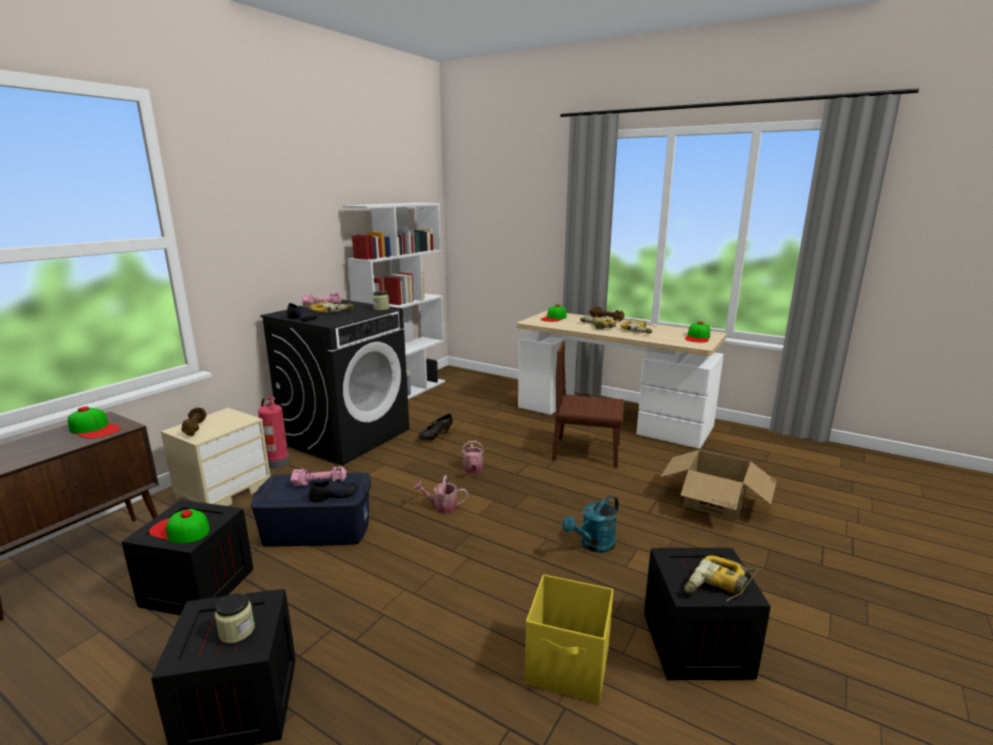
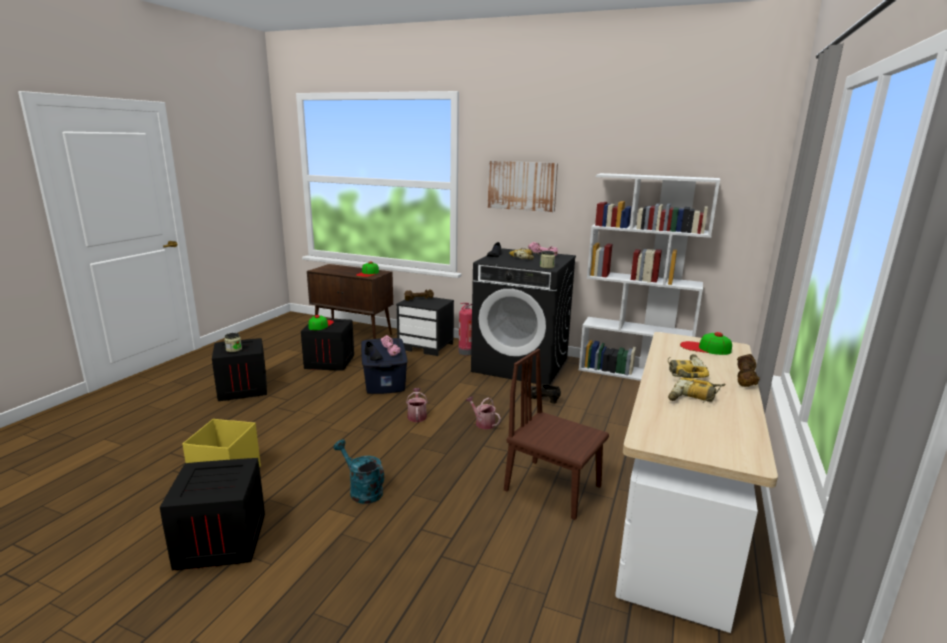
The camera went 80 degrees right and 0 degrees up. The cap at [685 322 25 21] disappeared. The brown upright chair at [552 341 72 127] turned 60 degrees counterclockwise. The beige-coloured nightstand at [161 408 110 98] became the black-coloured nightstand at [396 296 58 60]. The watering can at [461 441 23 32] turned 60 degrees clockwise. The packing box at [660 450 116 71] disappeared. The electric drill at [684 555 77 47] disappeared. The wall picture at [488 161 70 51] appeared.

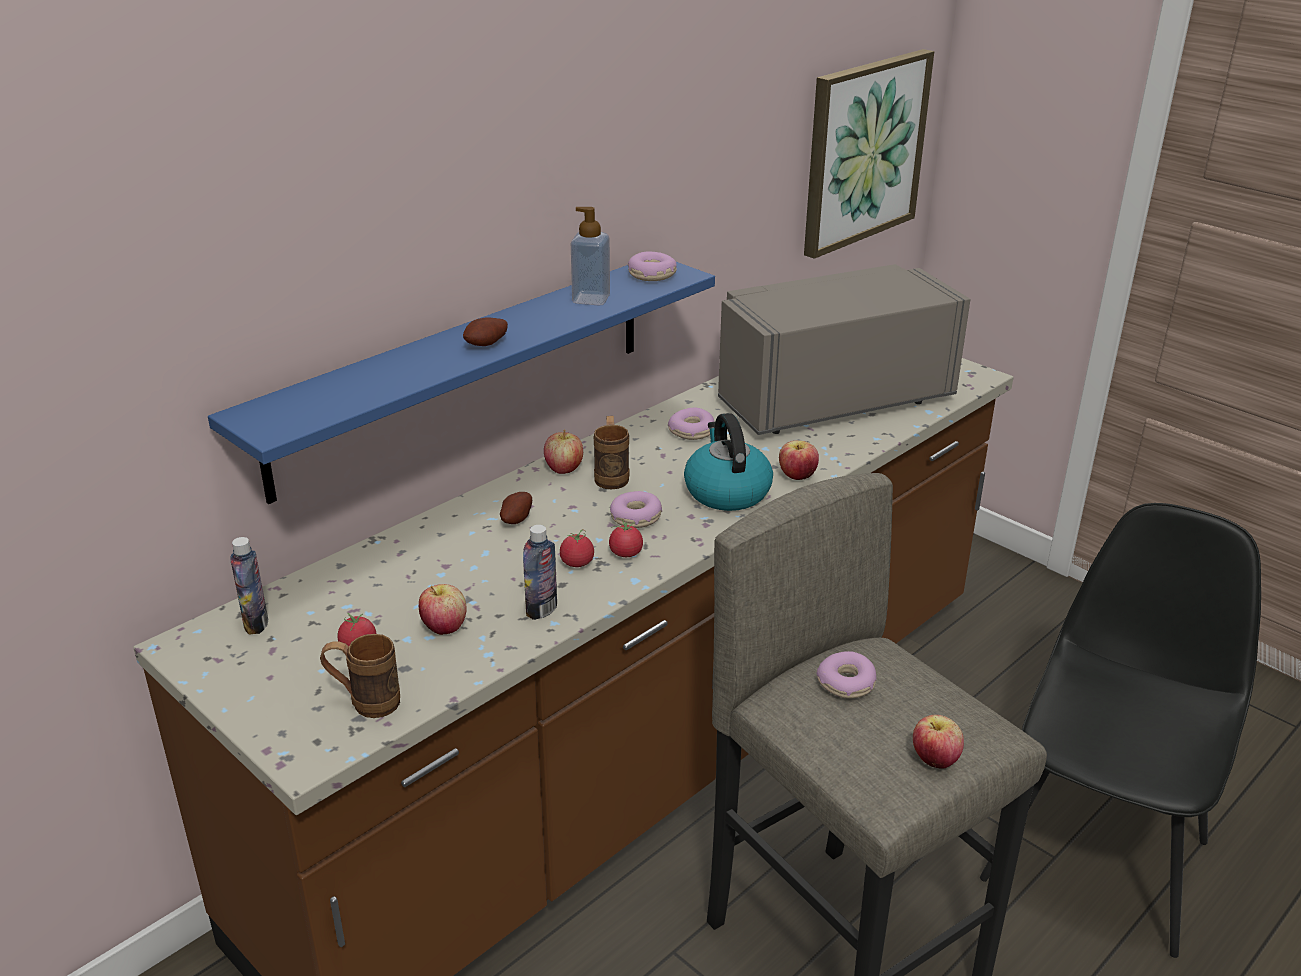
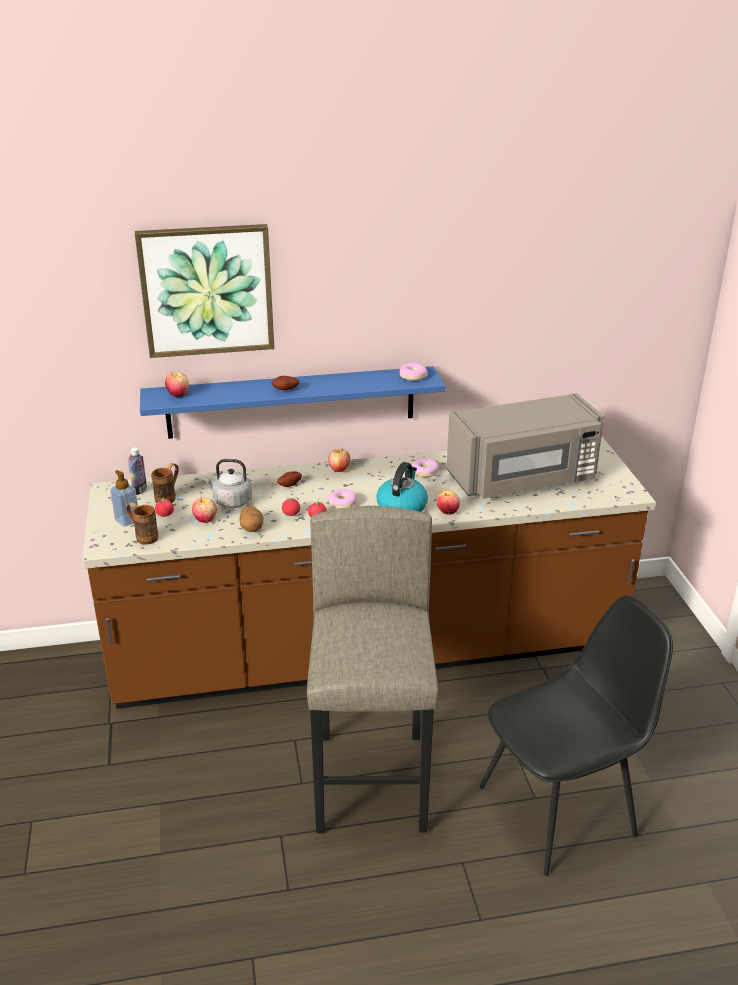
The camera went 35 degrees right and 0 degrees up. The wall picture moved from [804 49 130 210] to [135 224 139 134]. The soap bottle moved from [571 207 39 99] to [110 470 28 57]. The grey microwave oven at [718 264 252 171] turned 150 degrees clockwise. The brown tea mug moved from [594 416 35 73] to [151 463 27 40]. The beverage bottle at [523 525 34 95] was replaced by the spud at [239 506 24 26]. The ring doughnut at [817 651 59 47] disappeared. The apple moved from [913 715 51 54] to [165 372 24 25]. The grey tea kettle at [202 459 50 49] appeared.

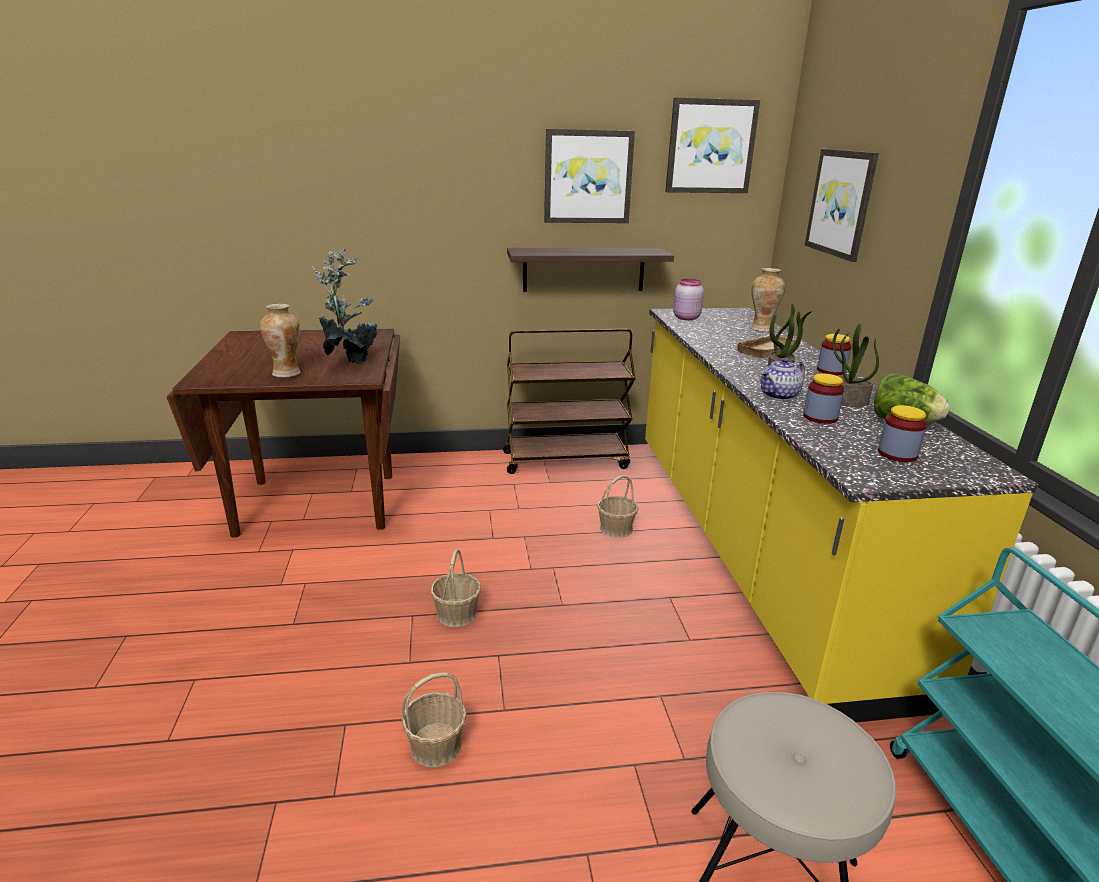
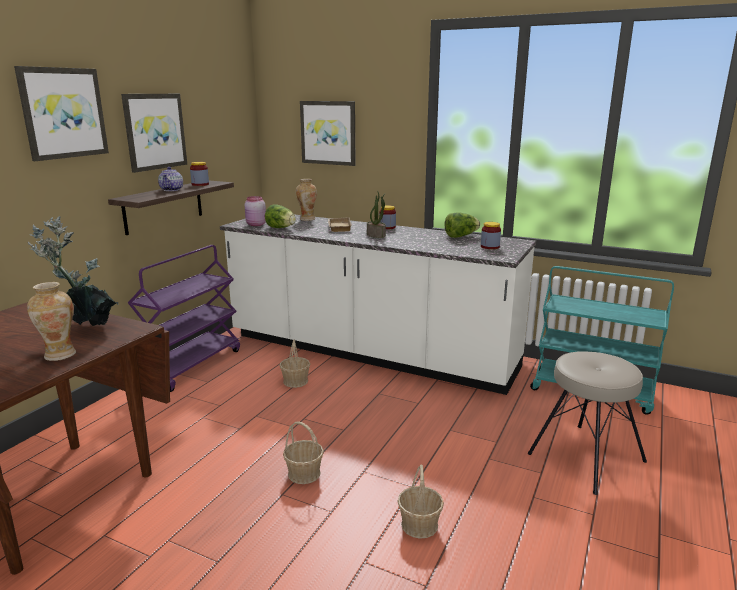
The camera went 55 degrees left and 5 degrees down. The wall picture moved from [665 97 95 96] to [14 66 95 95]. The yellow-coloured kitchen counter at [645 308 393 414] became the white-coloured kitchen counter at [220 215 316 180]. The potted plant at [832 324 47 82] disappeared. The brown trolley at [503 329 133 145] became the purple trolley at [128 245 112 147]. The pot for tea moved from [760 358 45 43] to [158 167 25 24]. The preserve jar moved from [803 373 41 51] to [190 162 19 24]. The lettuce head at [265 204 31 24] appeared.

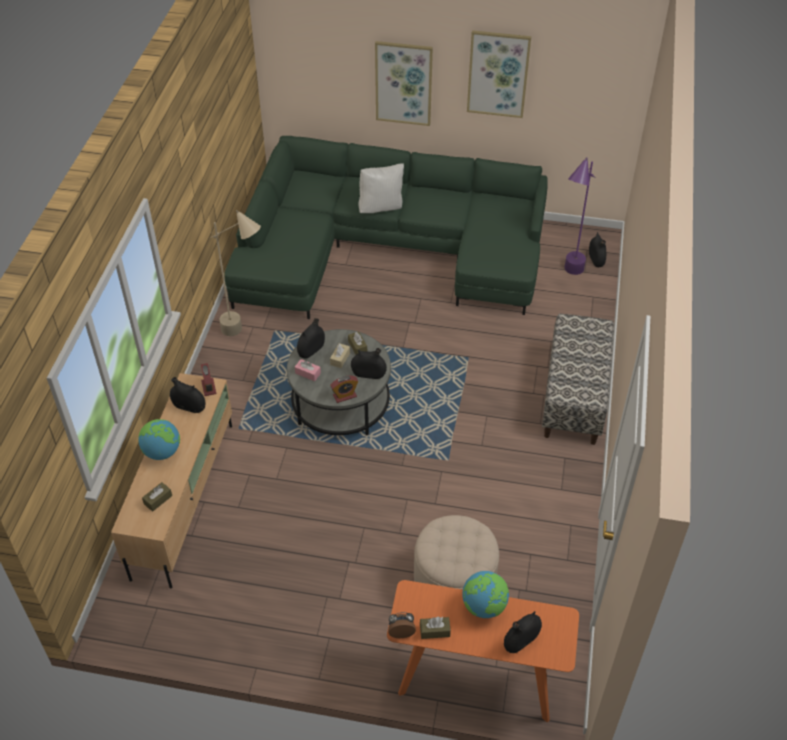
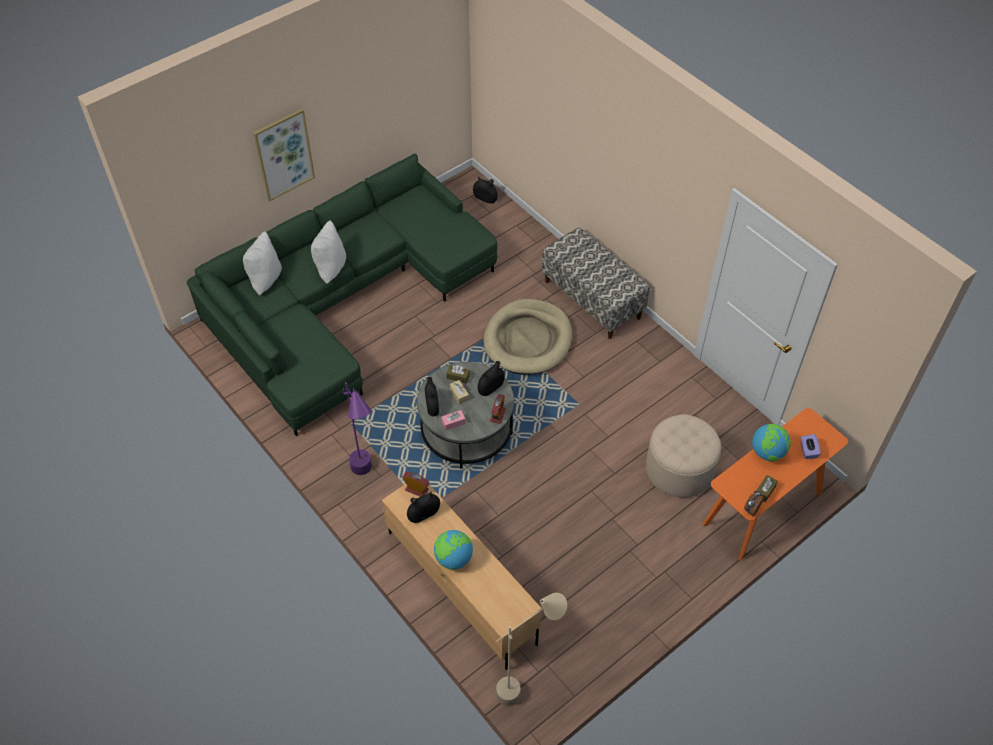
The camera went 50 degrees left and 5 degrees up. The wall picture at [467 30 64 88] disappeared. The purple standard lamp moved from [564 157 32 118] to [343 382 29 93]. The beige-coloured standard lamp moved from [210 210 51 126] to [496 593 71 113]. The brown tissue holder at [142 482 30 30] disappeared. The black-coloured flower vase at [504 611 38 42] was replaced by the purple tissue holder at [800 434 21 25]. The white-coloured throw pillow at [243 231 39 64] appeared. The beige-coloured pet bed at [484 299 88 76] appeared.

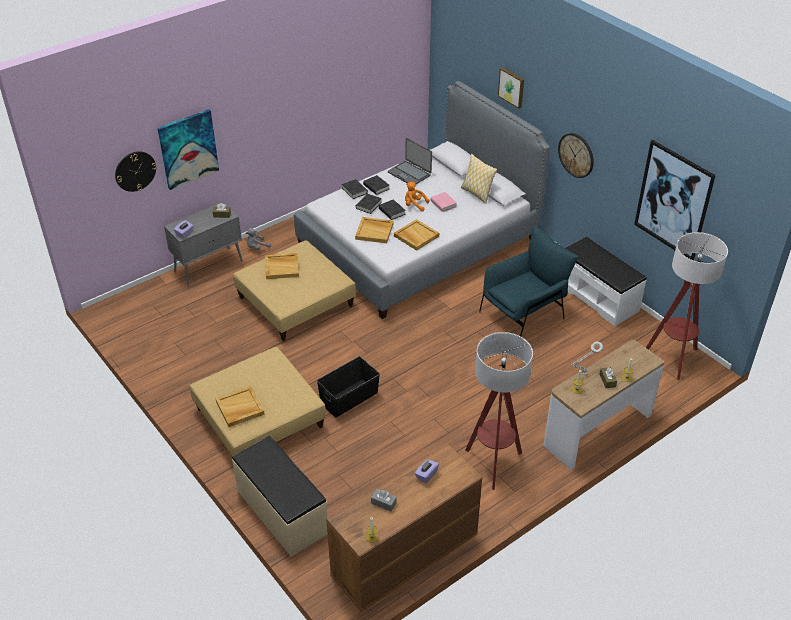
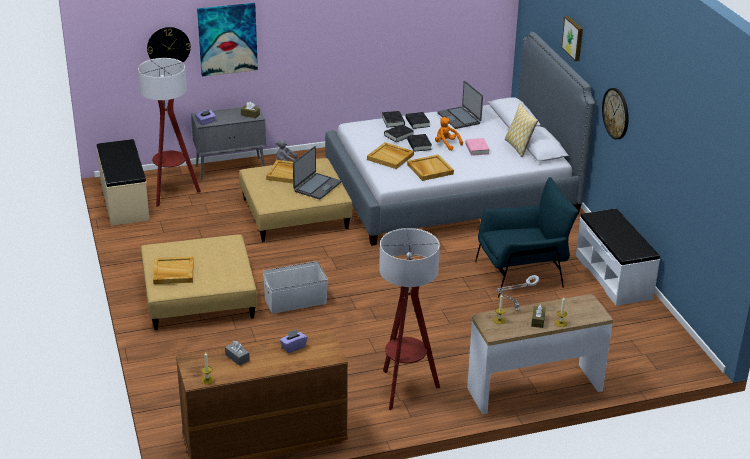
The camera went 20 degrees right and 10 degrees down. The wall picture at [634 140 82 120] disappeared. The standard lamp moved from [646 232 82 148] to [138 58 63 149]. The black-coloured storage box at [317 356 63 62] became the white-coloured storage box at [263 261 65 53]. The beige-coloured bench moved from [232 436 96 121] to [97 139 53 87]. The portable computer at [293 146 48 54] appeared.

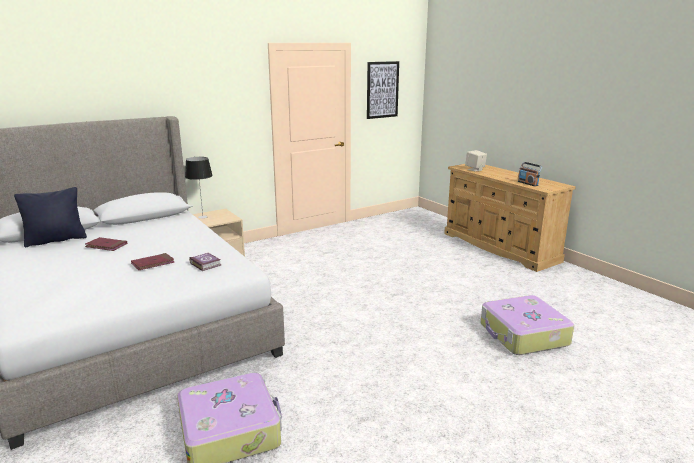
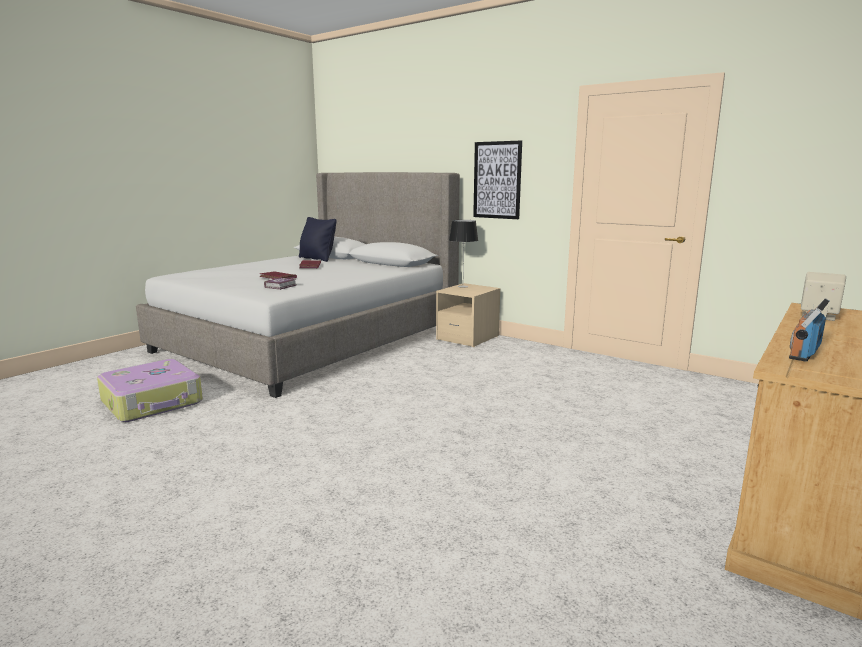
The camera went 70 degrees right and 5 degrees down. The wall picture moved from [367 61 32 58] to [473 140 49 79]. The piece of luggage at [480 295 94 60] disappeared.

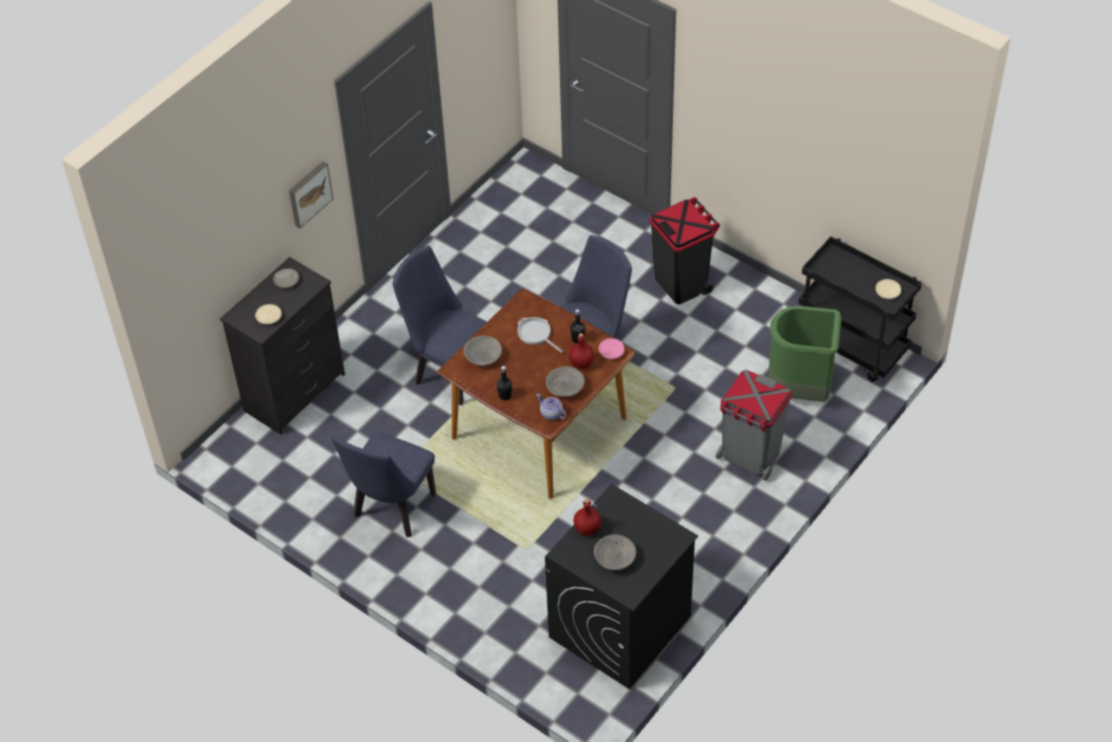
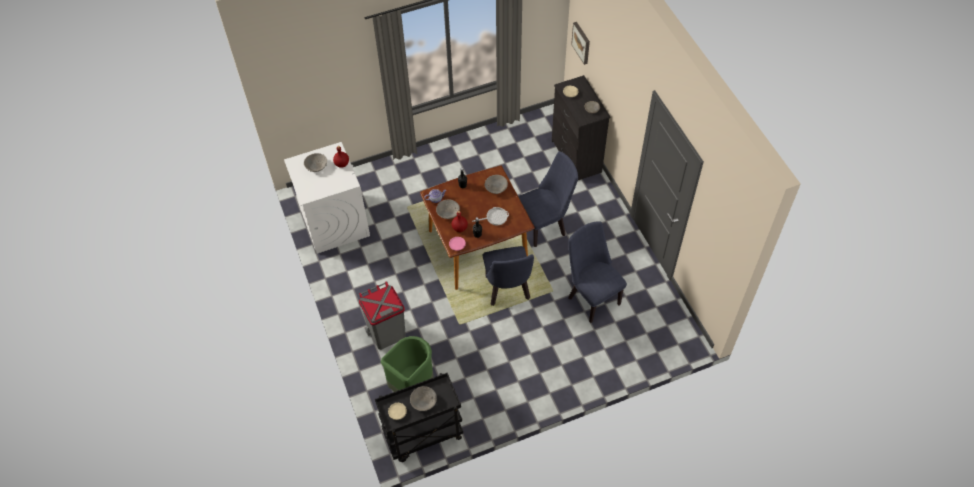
The camera went 120 degrees right and 5 degrees up. The wall picture moved from [289 161 44 67] to [571 22 19 43]. The black-coloured rubbish bin at [649 197 71 107] disappeared. The blue-coloured upright chair moved from [331 432 105 105] to [568 221 59 102]. The black-coloured washing machine at [545 484 153 205] became the white-coloured washing machine at [284 142 86 112]. The grey deep dish at [410 386 27 25] appeared.

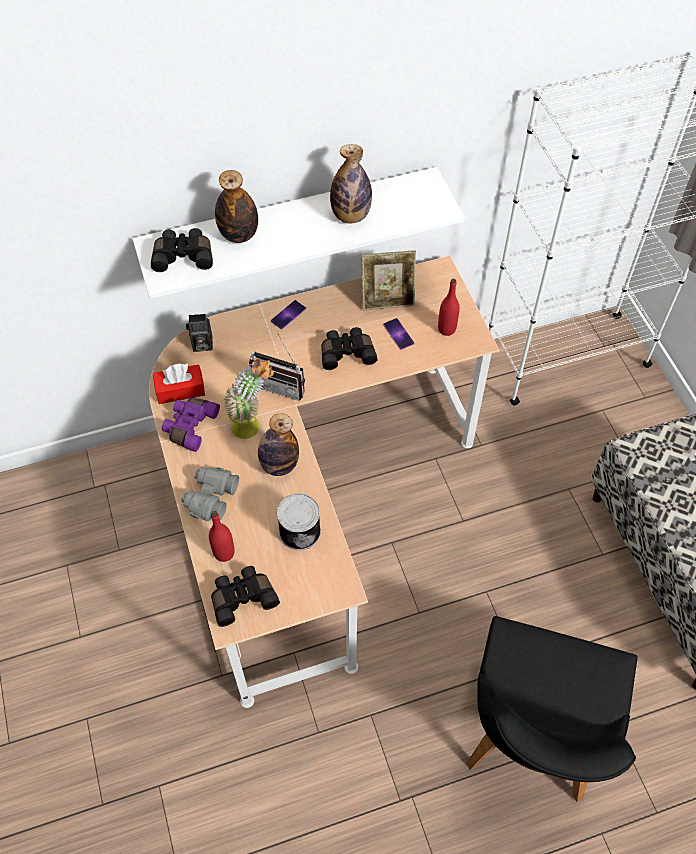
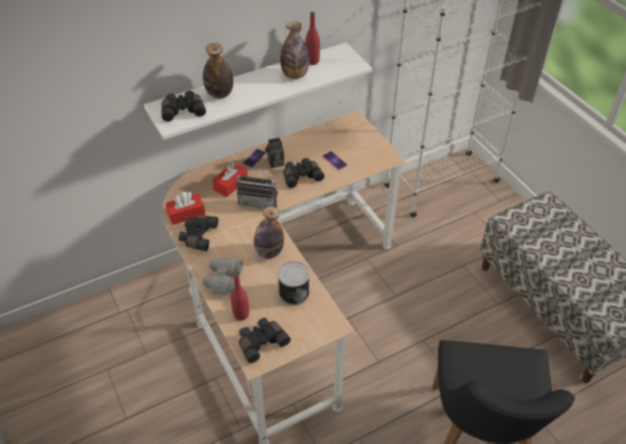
The camera went 10 degrees left and 10 degrees down. The standing frame at [362 250 54 61] disappeared. The reddish beverage bottle moved from [438 279 22 57] to [305 12 15 53]. The still camera moved from [186 314 27 38] to [265 138 19 30]. The potted plant at [223 359 51 80] disappeared. The purple pair of binoculars at [162 397 58 55] became the black-coloured pair of binoculars at [179 215 39 36]. The reddish tissue holder at [213 162 35 35] appeared.

